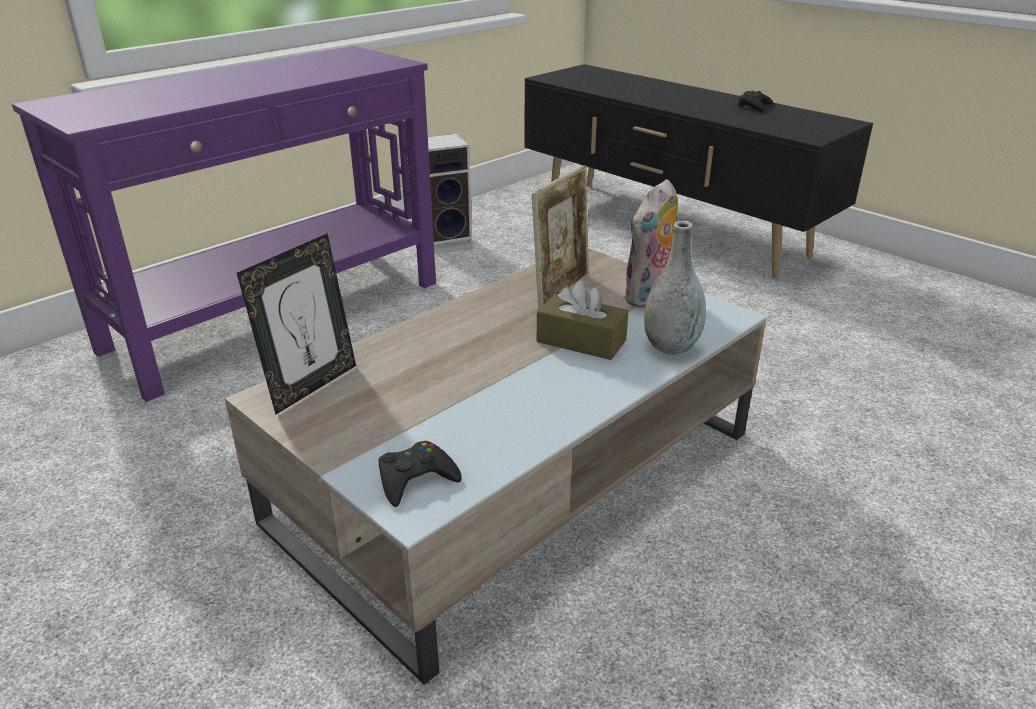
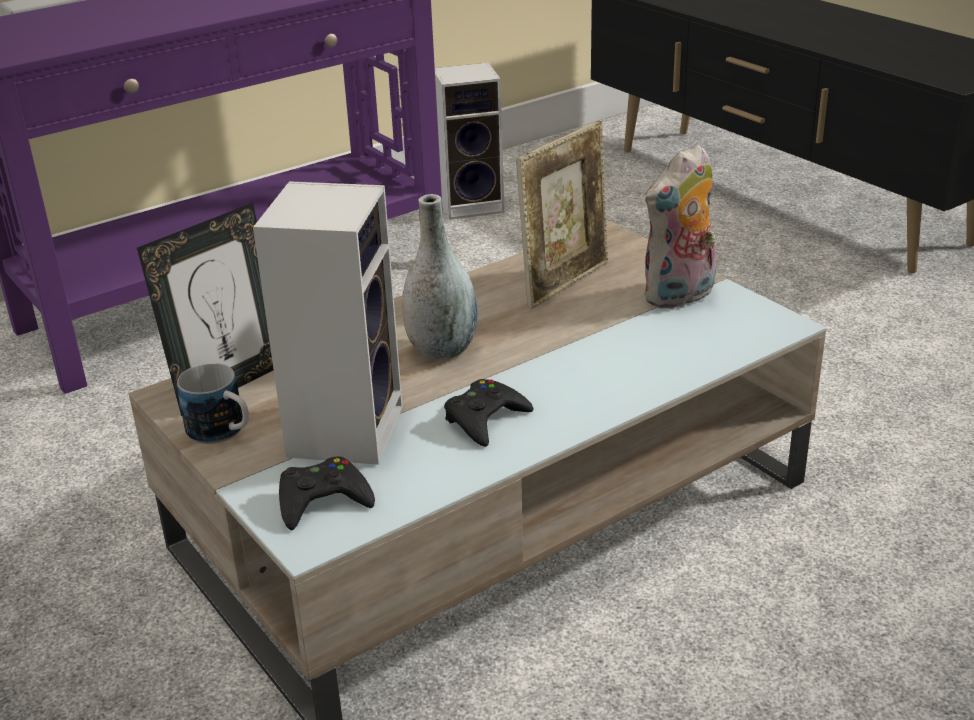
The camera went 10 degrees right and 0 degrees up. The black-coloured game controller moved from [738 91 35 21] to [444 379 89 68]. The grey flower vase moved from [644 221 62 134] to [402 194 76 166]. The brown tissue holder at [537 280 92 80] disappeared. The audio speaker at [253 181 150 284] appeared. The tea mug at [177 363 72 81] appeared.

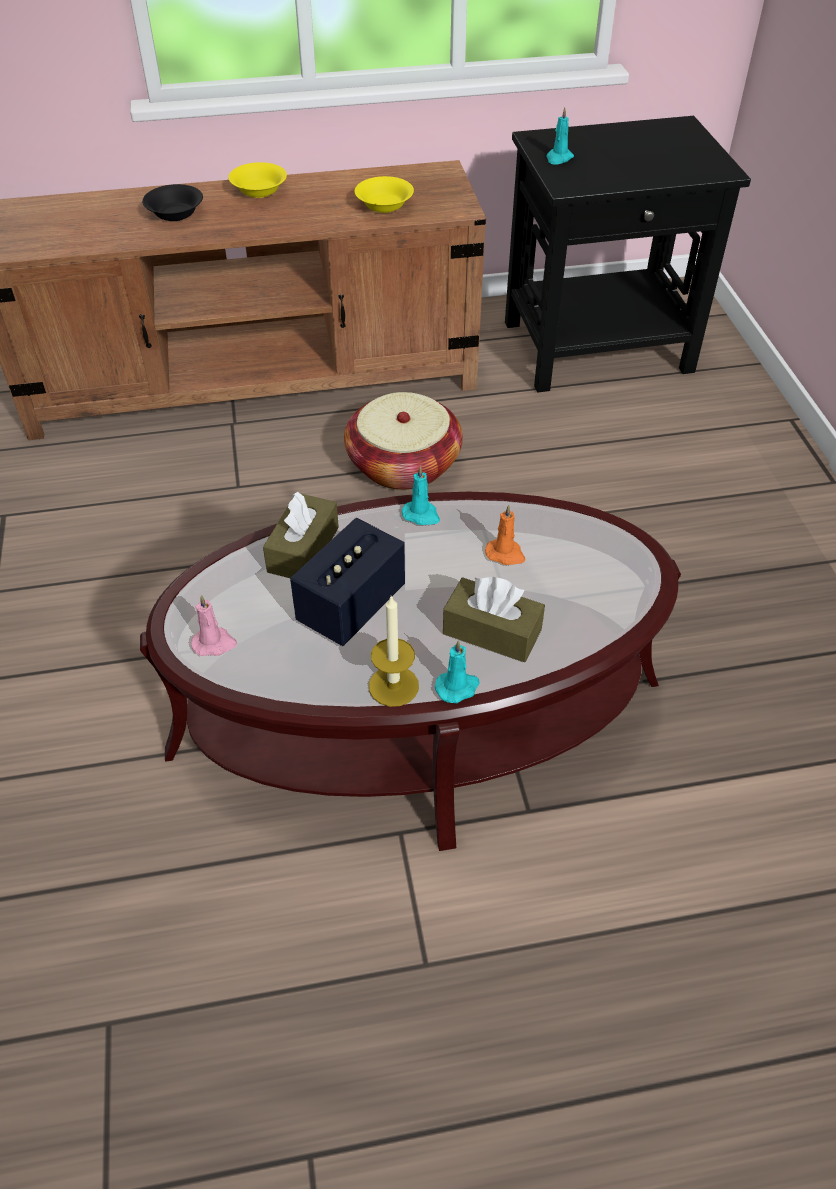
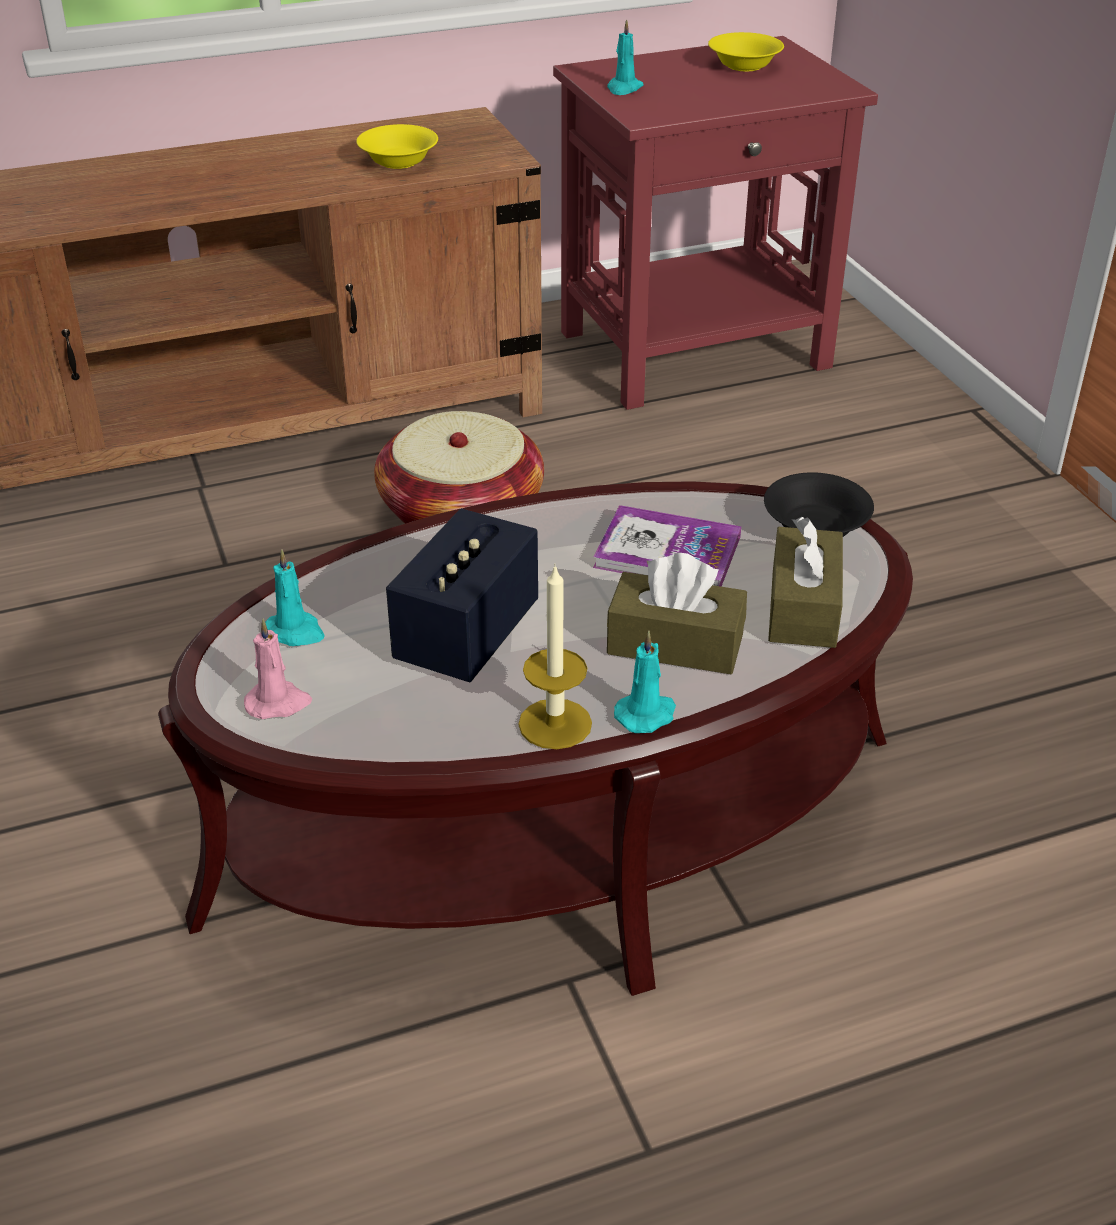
The camera went 10 degrees left and 10 degrees down. The black-coloured accent table at [505 116 246 277] became the reddish accent table at [553 36 325 374]. The yellow-coloured deep dish moved from [228 162 59 36] to [708 32 76 40]. The black-coloured deep dish moved from [142 184 61 37] to [764 472 110 65]. The turquoise wax light moved from [402 465 38 60] to [265 549 60 97]. The brown tissue holder moved from [263 492 76 86] to [768 517 75 131]. The orange wax light at [485 504 40 61] was replaced by the volume at [593 505 148 82].

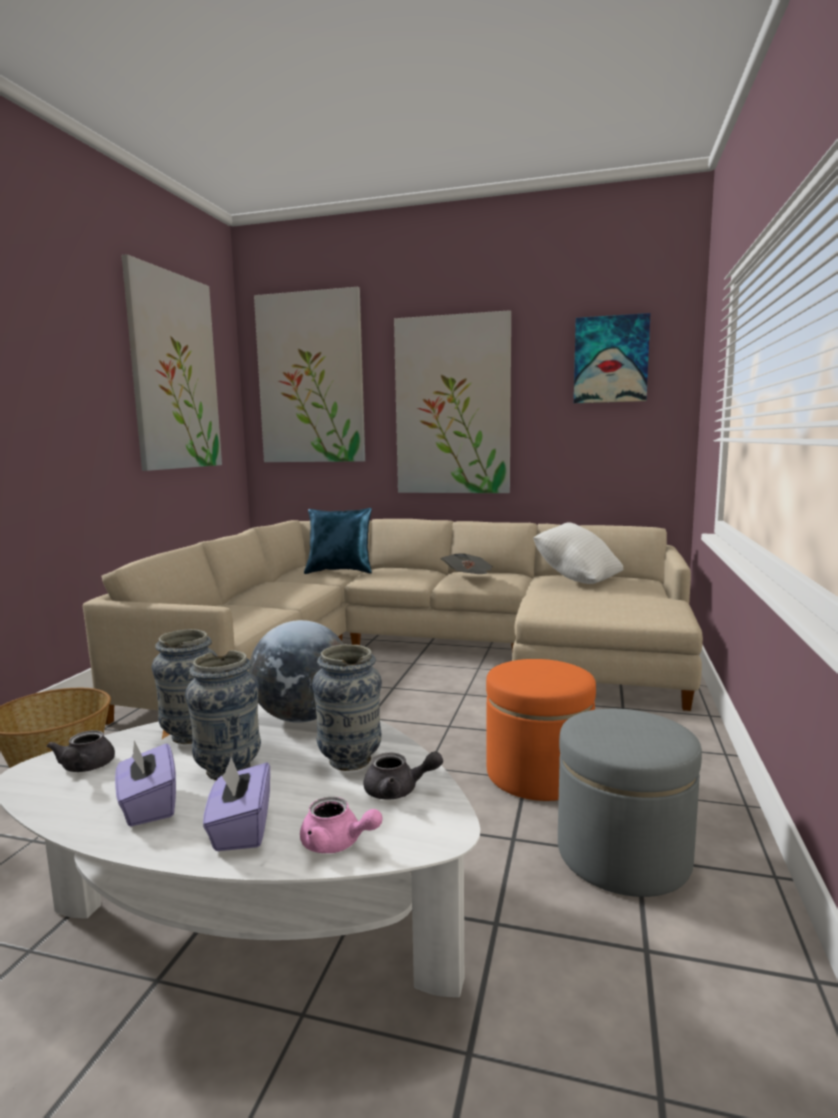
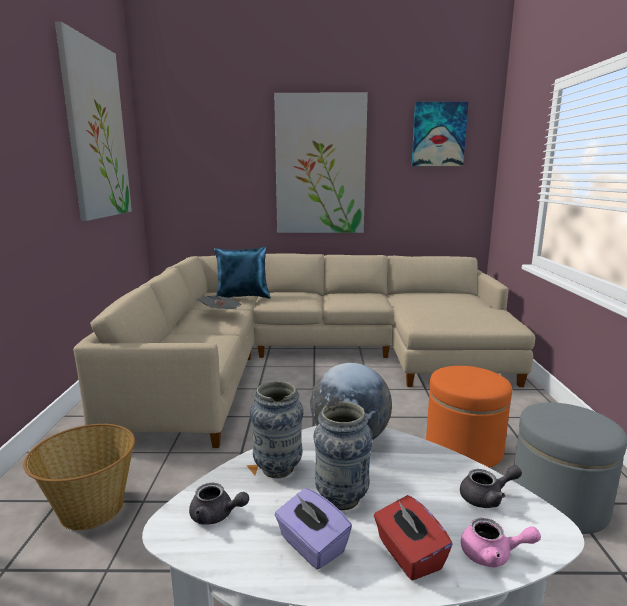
The camera went 15 degrees left and 5 degrees up. The wall picture at [254 287 111 175] disappeared. The white-coloured throw pillow at [533 522 90 62] disappeared. The printed paper moved from [441 553 52 21] to [196 296 45 13]. The flower vase at [312 644 70 127] disappeared. The grey pot for tea at [47 730 68 42] turned 45 degrees counterclockwise. The purple tissue holder at [203 757 67 94] became the reddish tissue holder at [374 495 79 86].

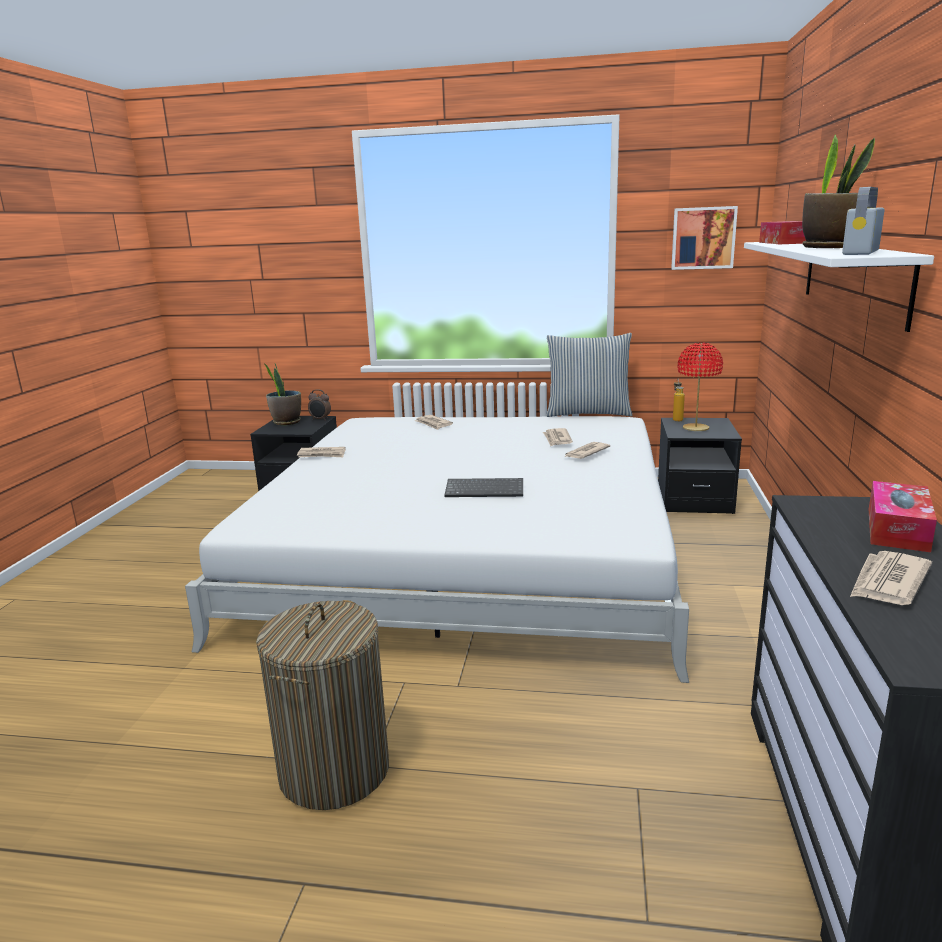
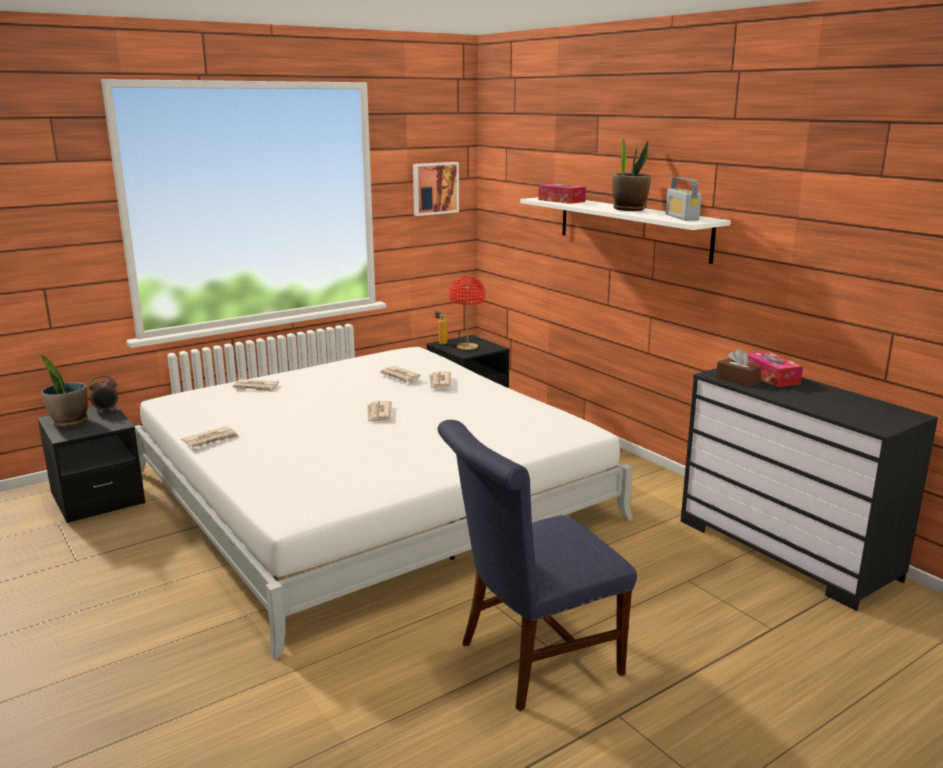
The camera went 45 degrees left and 0 degrees up. The throw pillow at [546 333 87 84] disappeared. The PC keyboard at [444 478 79 19] disappeared. The printed paper moved from [850 551 82 54] to [367 401 25 21]. The hamper at [256 600 133 210] was replaced by the blue-coloured upright chair at [437 420 200 292]. The brown tissue holder at [716 349 46 38] appeared.

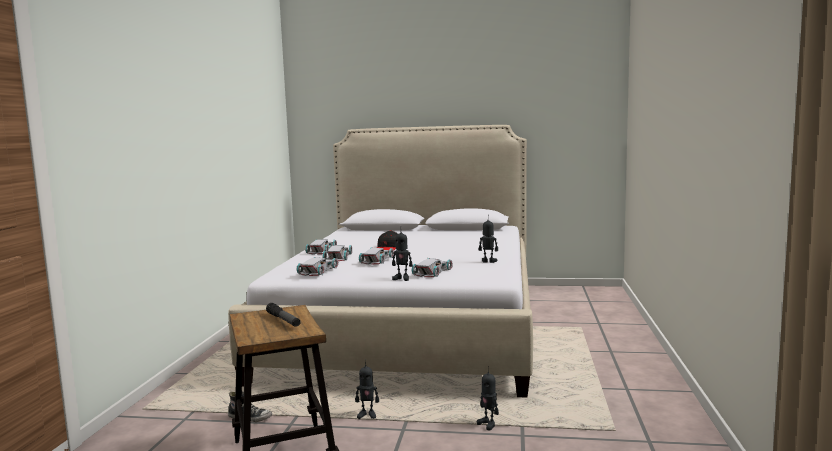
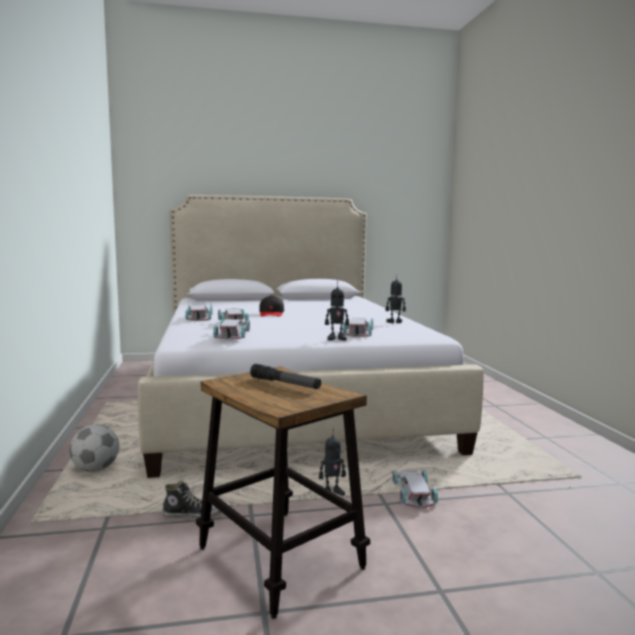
The camera went 20 degrees left and 0 degrees up. The white-coloured toy car moved from [359 248 35 17] to [392 470 46 38]. The toy robot at [476 366 23 65] disappeared. The ball for football at [69 424 50 48] appeared.

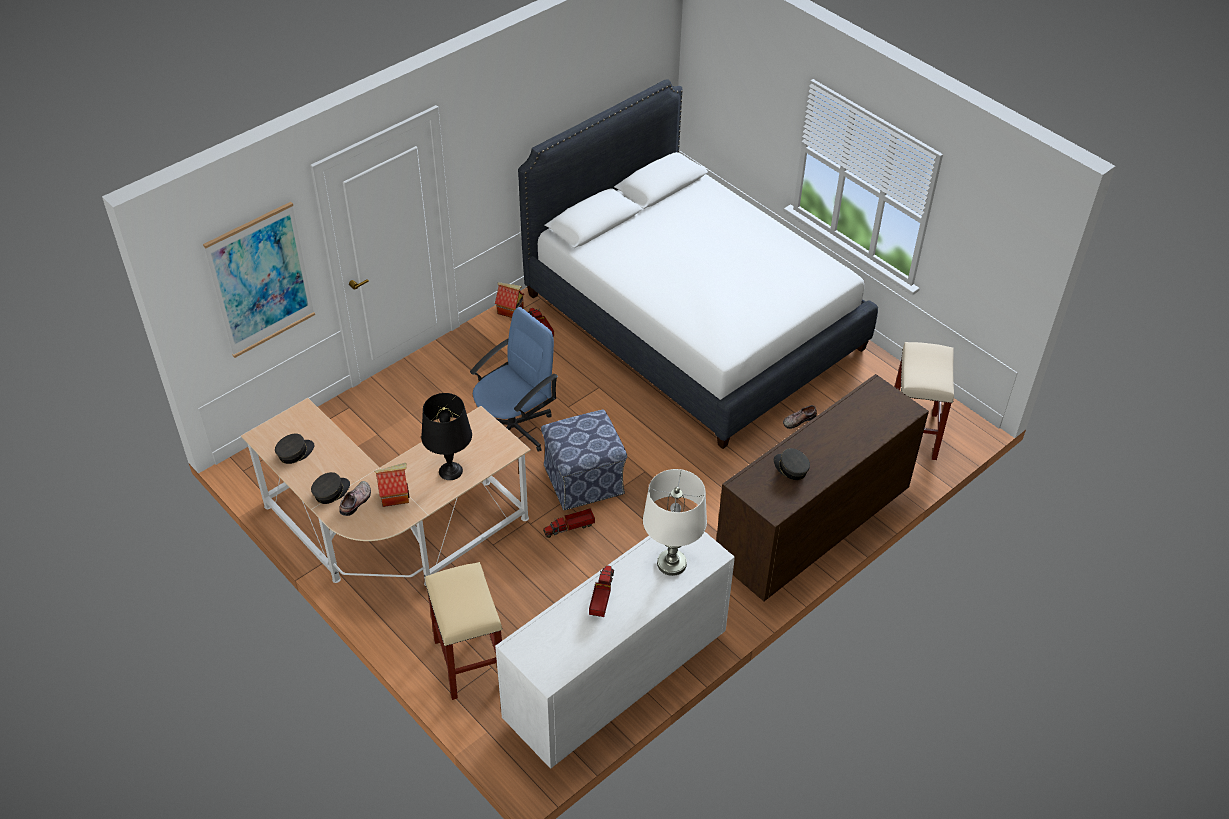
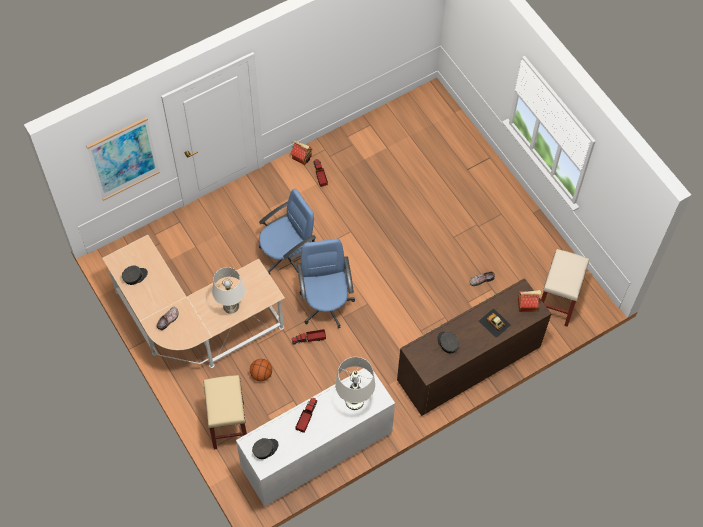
The camera went 10 degrees right and 15 degrees up. The white-coloured bed at [518 79 360 370] disappeared. The black-coloured table lamp at [421 393 51 87] became the white-coloured table lamp at [212 267 33 47]. The ottoman at [541 410 86 100] was replaced by the blue-coloured desk chair at [297 238 58 90]. The toy house moved from [375 463 35 44] to [518 290 23 22]. The grey cap moved from [311 472 39 32] to [252 438 27 21]. The toy car at [479 308 32 30] appeared. The ball for basketball at [250 359 22 22] appeared.

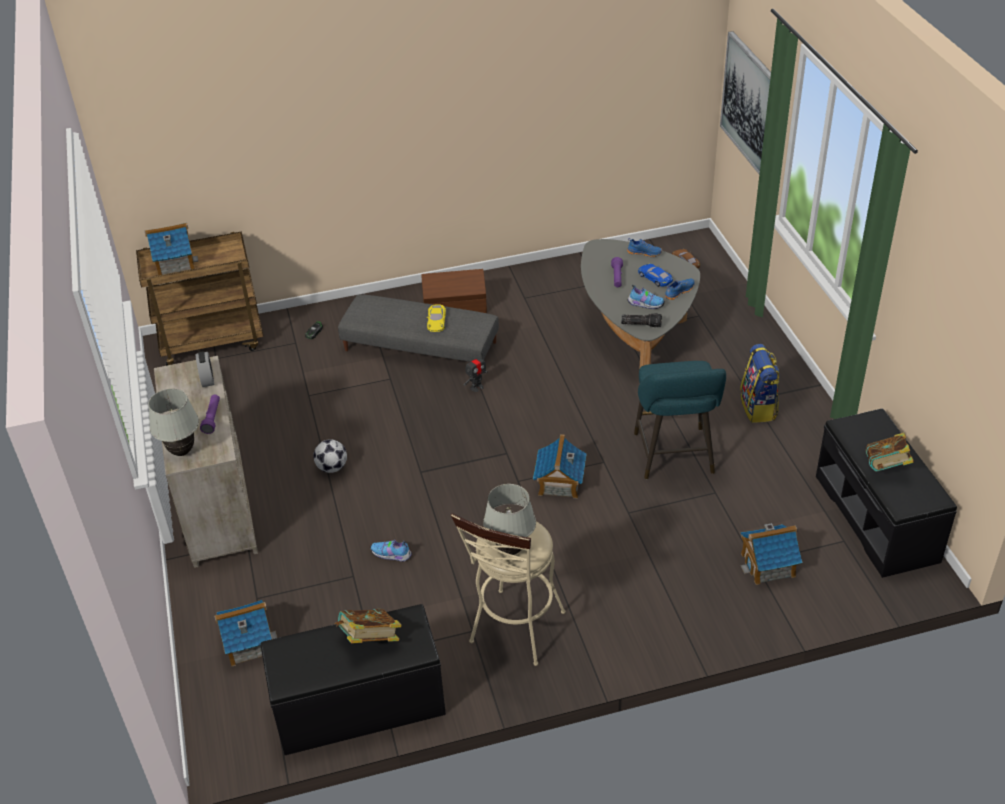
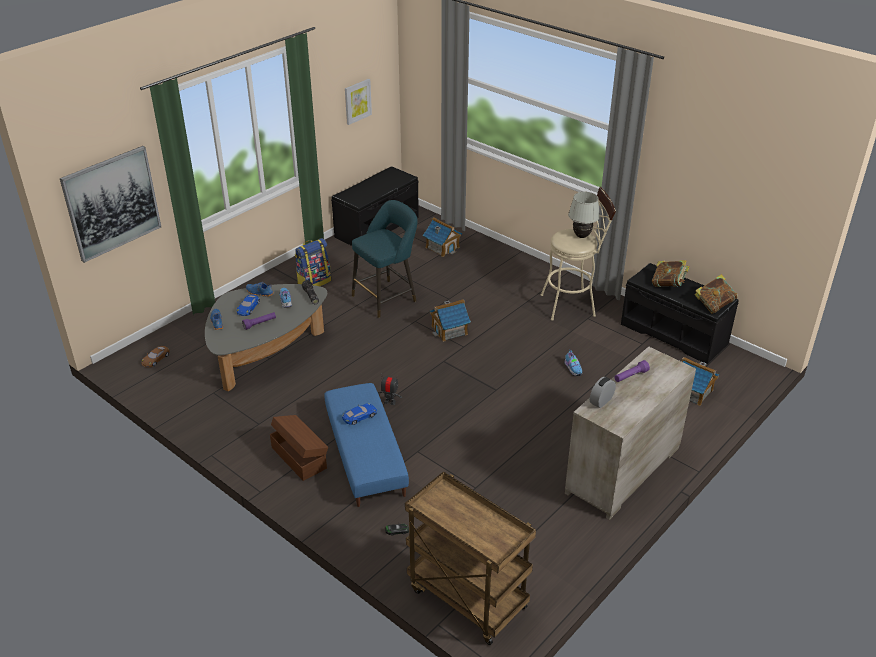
The camera went 125 degrees left and 5 degrees down. The toy house at [145 223 54 52] disappeared. The grey ottoman at [338 294 161 68] became the blue-coloured ottoman at [324 383 85 124]. The yellow-coloured toy car at [427 304 19 28] became the blue-coloured toy car at [342 403 35 22]. The white-coloured table lamp at [148 388 51 68] disappeared. The volume moved from [866 432 48 40] to [695 274 42 40]. The ball for football at [313 439 34 34] disappeared. The wall picture at [345 79 27 46] appeared.

